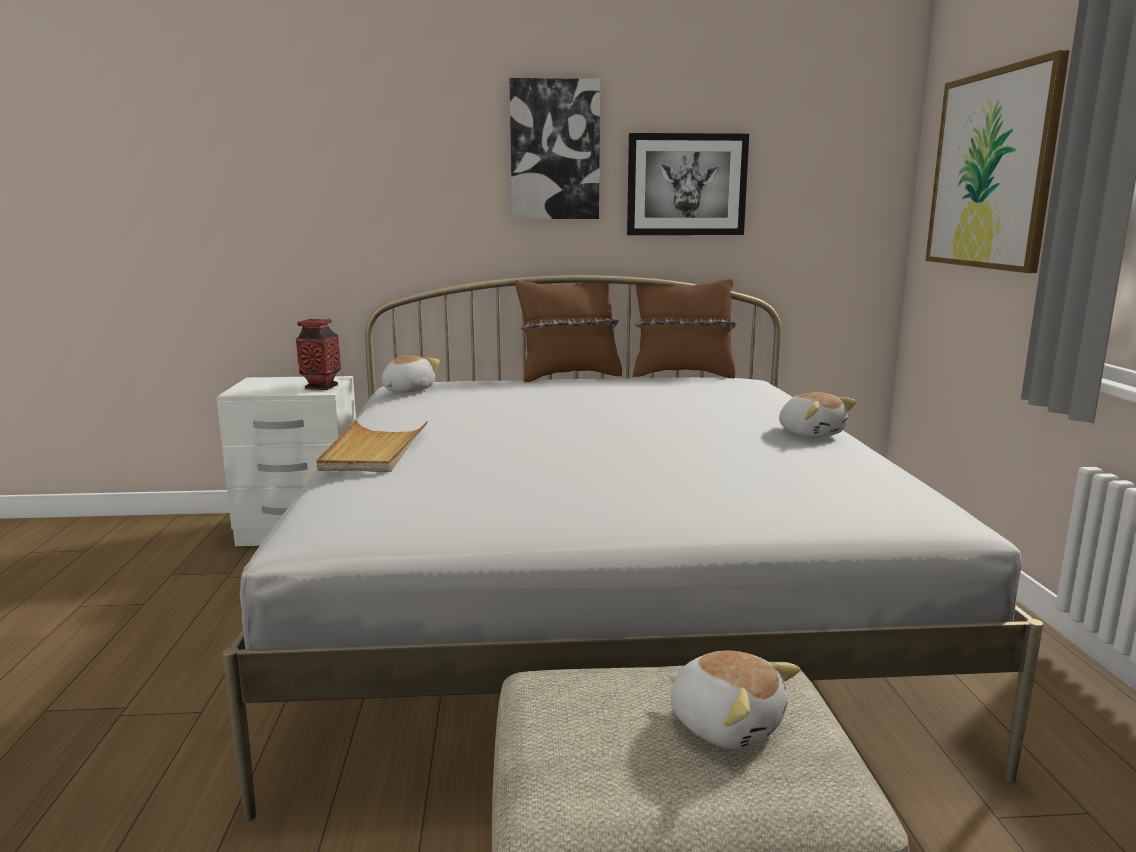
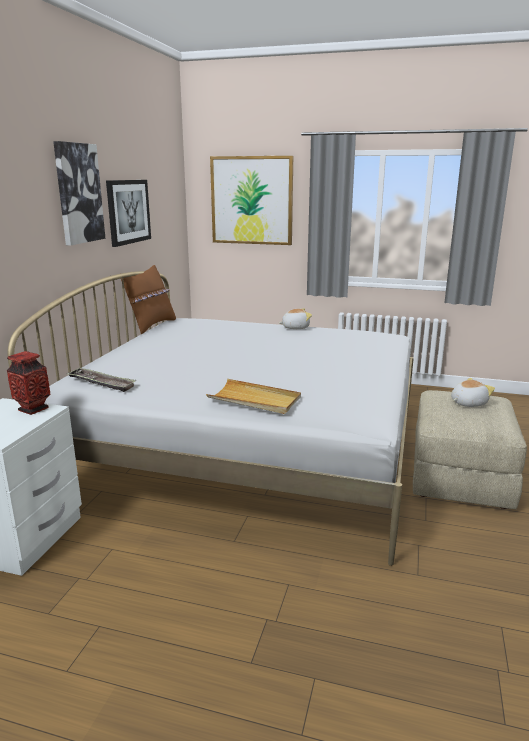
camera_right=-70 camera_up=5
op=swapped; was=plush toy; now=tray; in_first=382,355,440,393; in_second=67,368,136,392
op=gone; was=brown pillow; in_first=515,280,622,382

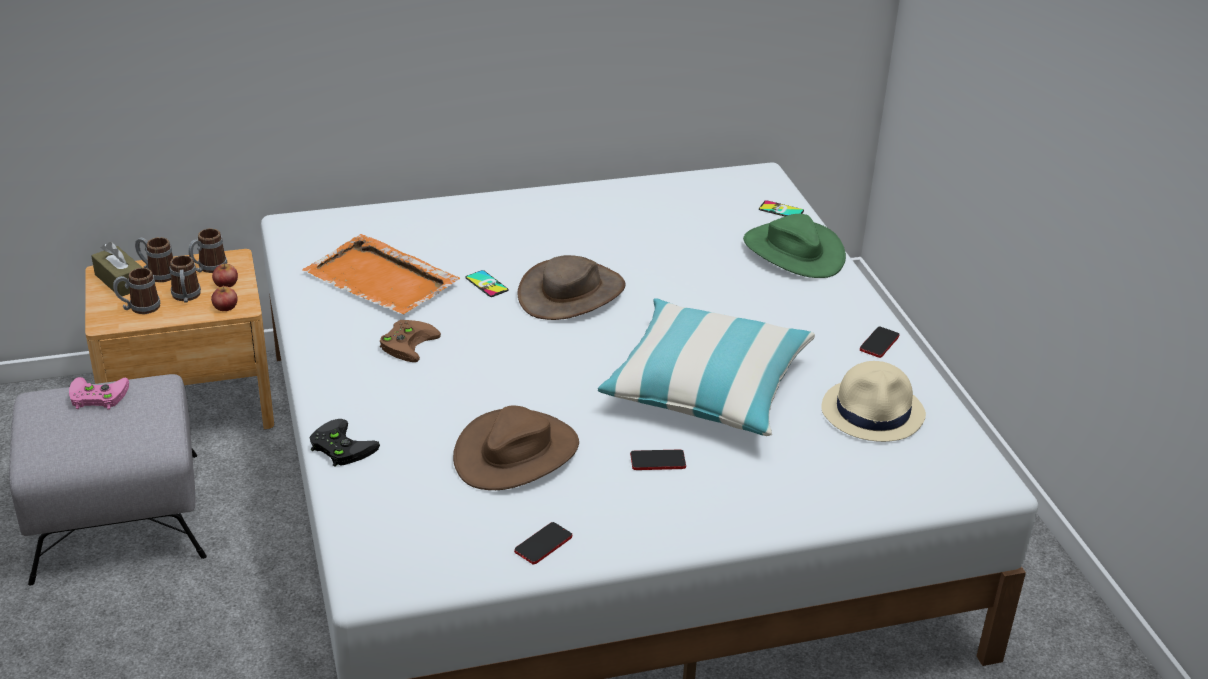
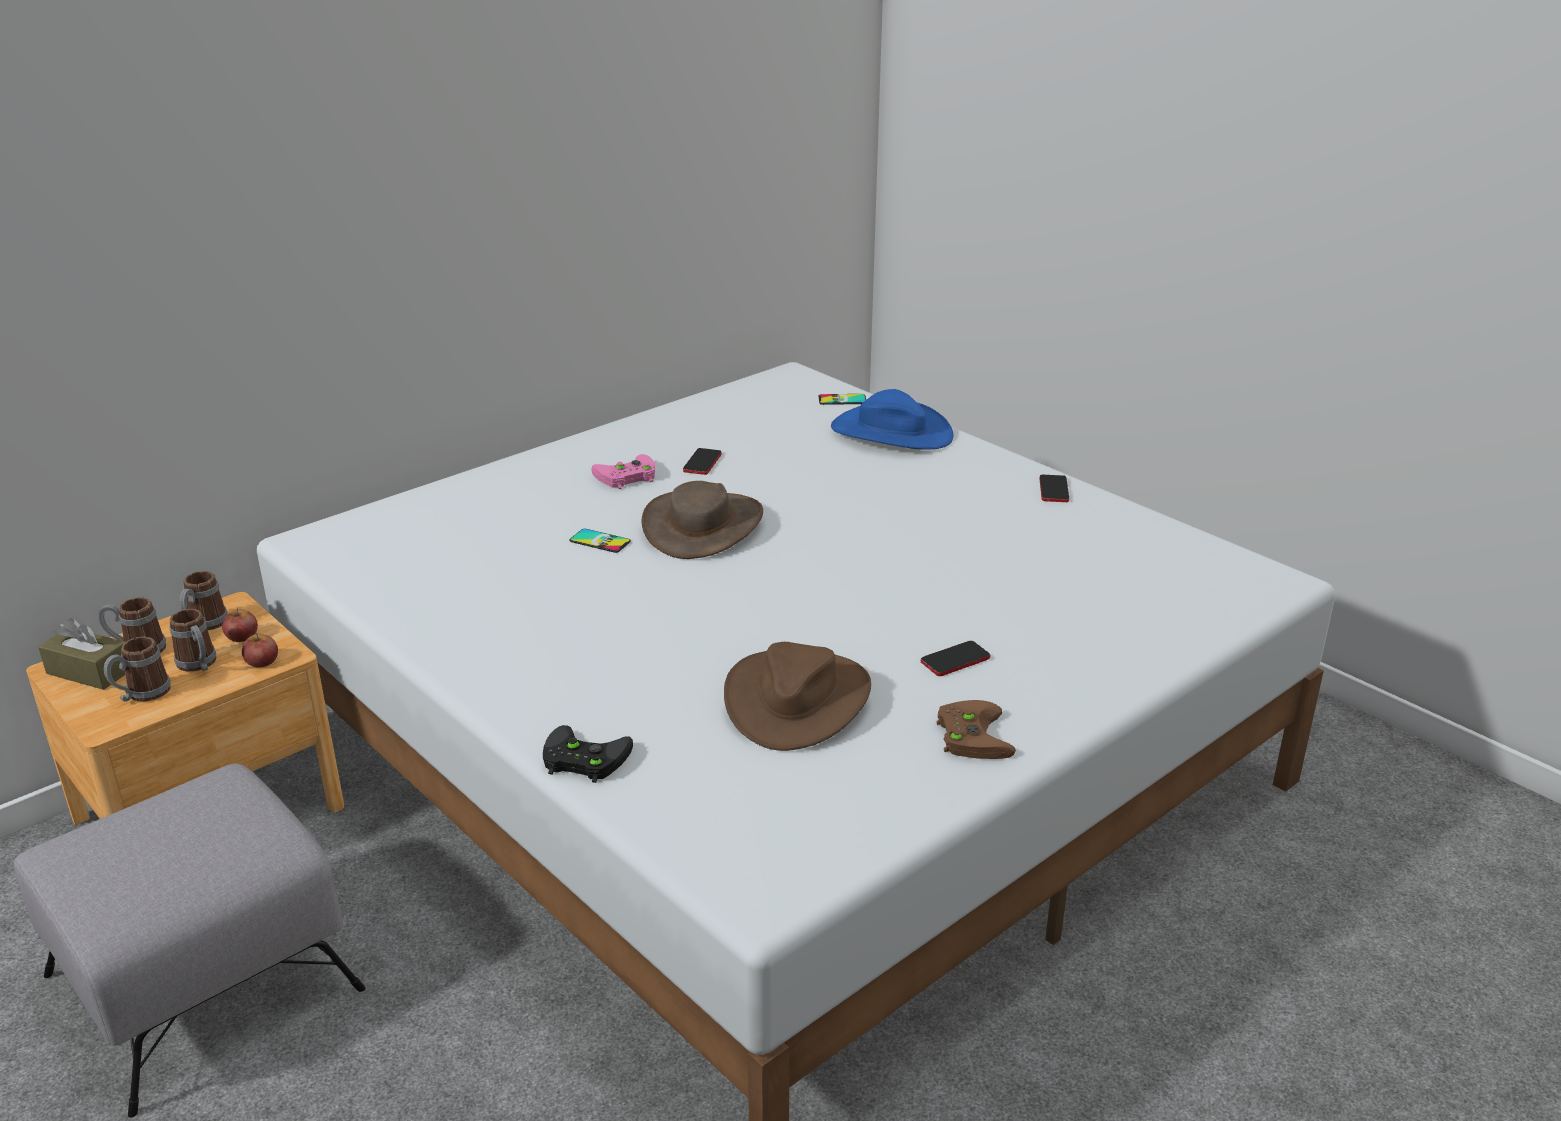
camera_right=-25 camera_up=-5
op=shifted; was=pink game controller; in_first=69,377,129,409; in_second=591,454,655,489
op=gone; was=orange tray; in_first=302,234,460,314
op=shifted; was=brown game controller; in_first=380,320,441,362; in_second=936,700,1016,759
op=shifted; was=phone; in_first=514,522,572,564; in_second=683,448,722,475
op=gone; was=pillow; in_first=598,298,815,436
op=repainted; was=green hat; now=blue hat; in_first=743,214,846,278; in_second=831,389,953,450
op=gone; was=beige hat; in_first=821,361,926,442

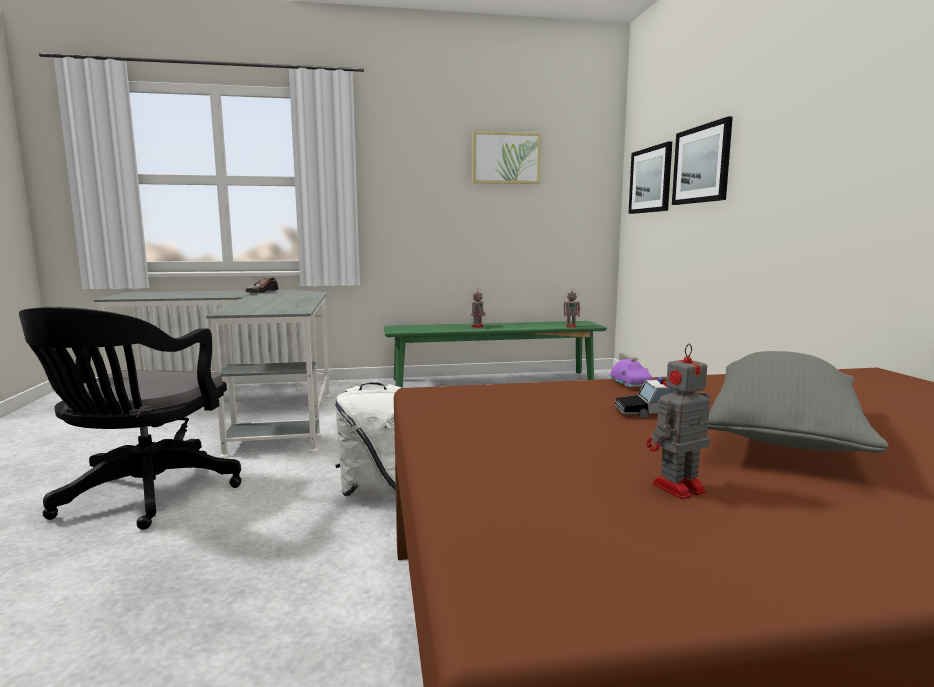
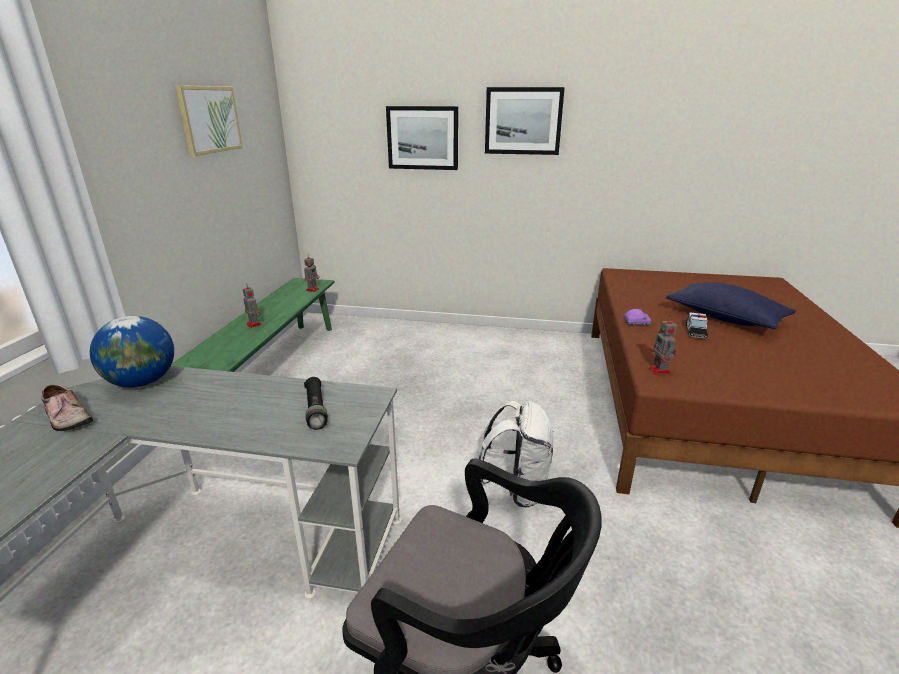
camera_right=-70 camera_up=15
op=shifted; was=picture; in_first=628,141,672,214; in_second=485,87,565,155
op=shifted; was=toy robot; in_first=647,344,710,500; in_second=649,317,677,375
op=repainted; was=grey pillow; now=blue pillow; in_first=708,351,889,453; in_second=666,282,796,329
op=new; now=globe; in_second=90,316,174,388
op=new; now=black flashlight; in_second=304,377,328,430

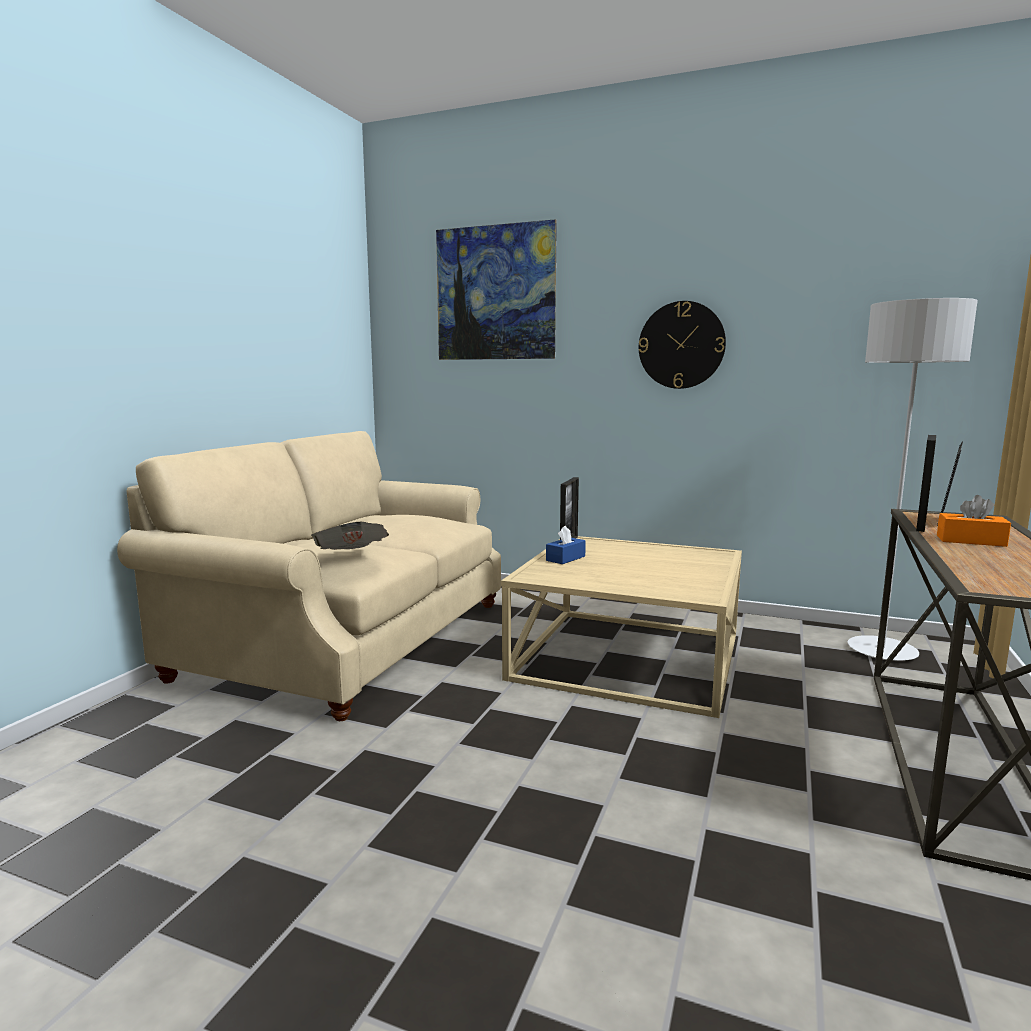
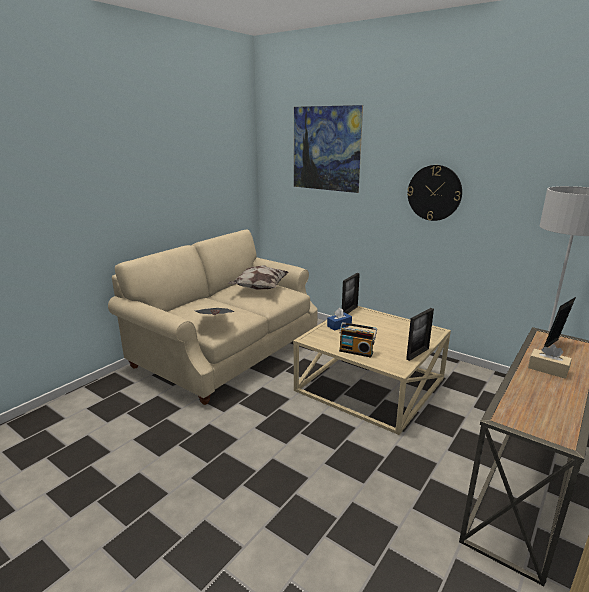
camera_right=15 camera_up=10
op=shifted; was=picture frame; in_first=916,435,936,532; in_second=406,308,434,361
op=repainted; was=orange tissue box; now=beige tissue box; in_first=937,495,1011,547; in_second=528,344,572,379
op=new; now=pillow; in_second=228,265,289,290
op=new; now=radio; in_second=339,322,377,358

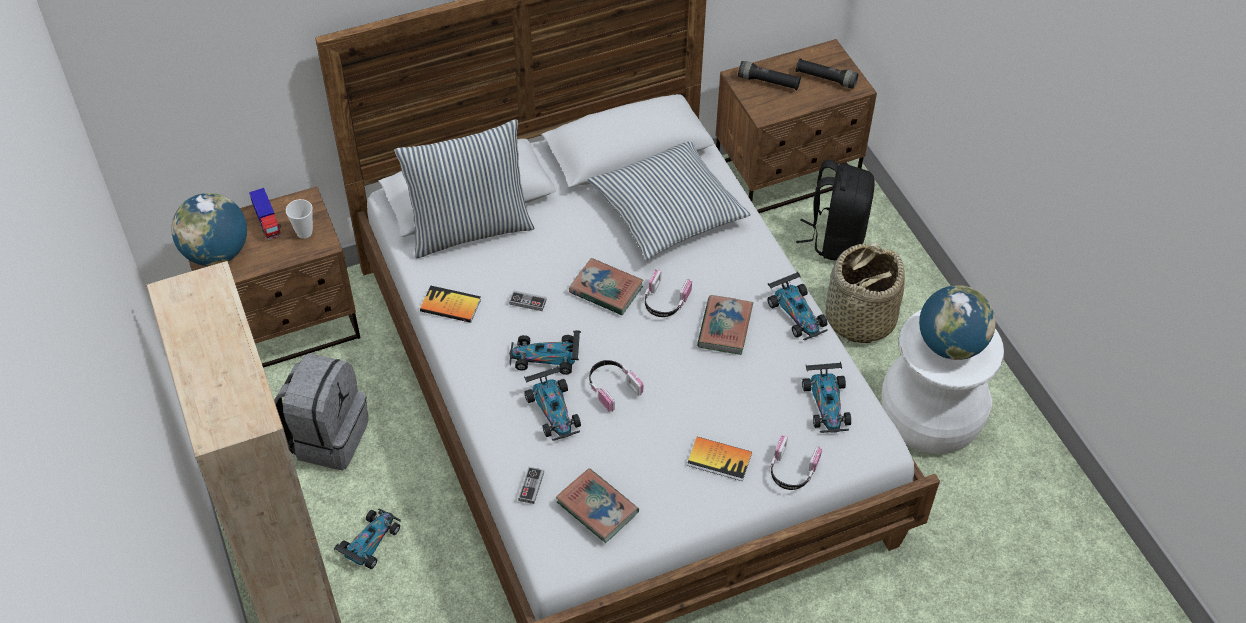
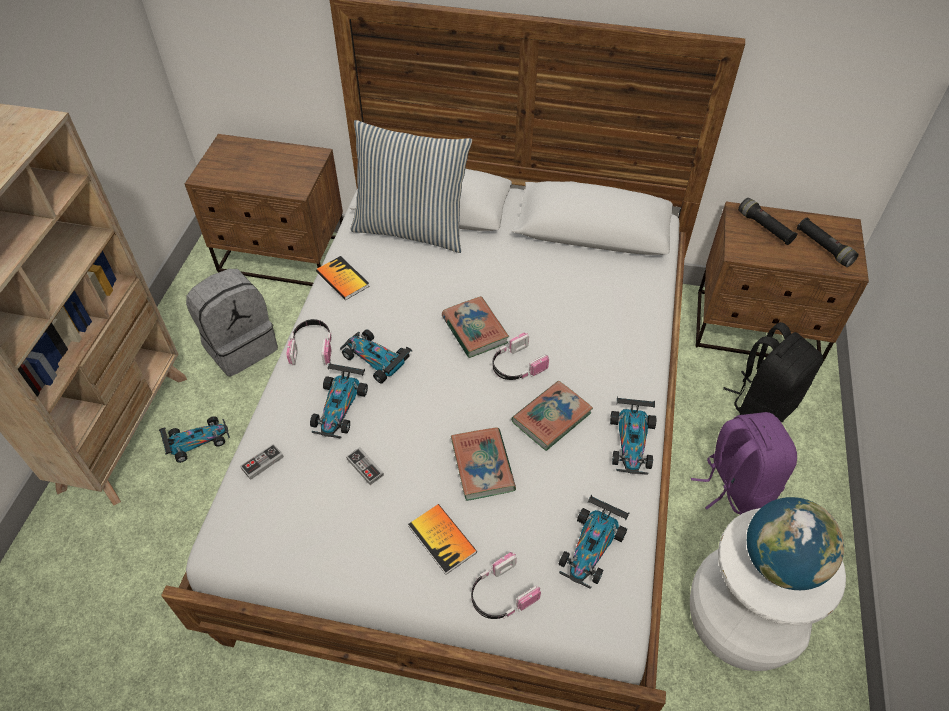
camera_right=35 camera_up=0
op=gone; was=globe; in_first=171,193,247,266
op=gone; was=toy truck; in_first=249,188,281,240
op=gone; was=cup; in_first=286,199,313,239
op=shifted; was=game controller; in_first=509,290,547,311; in_second=346,447,384,485
op=shifted; was=book; in_first=556,468,639,543; in_second=451,427,516,501
op=gone; was=pillow; in_first=587,142,751,260
op=shifted; was=headphones; in_first=589,360,643,412; in_second=286,319,332,365
op=swapped; was=basket; now=purple backpack; in_first=825,243,905,343; in_second=691,412,797,515

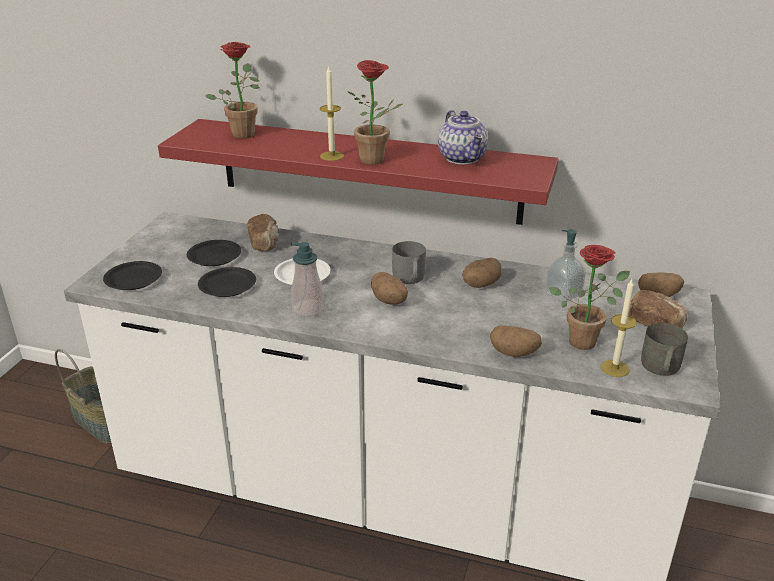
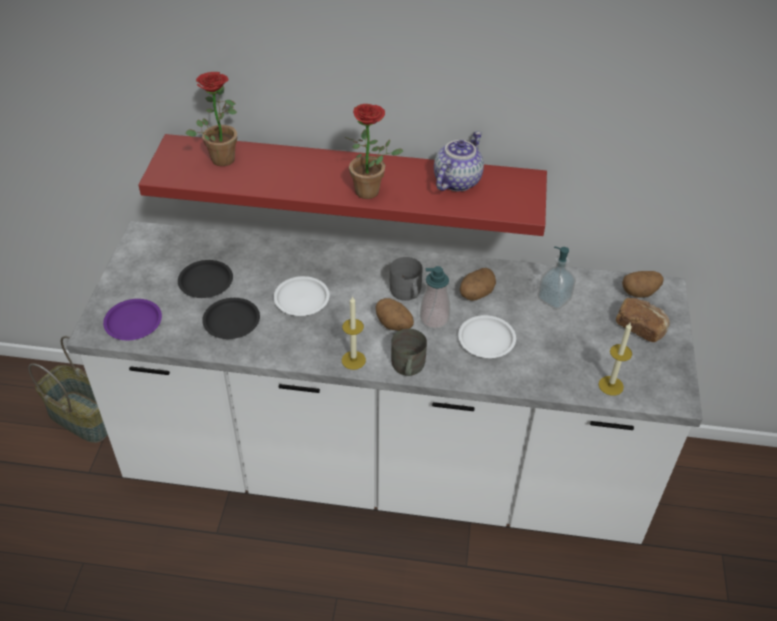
camera_right=-10 camera_up=15
op=repainted; was=black plate; now=purple plate; in_first=103,261,162,290; in_second=103,299,162,340
op=gone; was=bread; in_first=247,214,279,251
op=shifted; was=soap dispenser; in_first=291,242,324,317; in_second=420,266,450,329
op=shifted; was=candle; in_first=320,66,344,161; in_second=342,296,366,370
op=rotated; was=teapot; in_first=438,110,488,165; in_second=434,131,484,191; clockwise=-120
op=gone; was=potato; in_first=490,326,542,357
op=gone; was=potted plant; in_first=549,245,629,350
op=shifted; was=grey mug; in_first=641,323,688,376; in_second=391,329,427,376
op=new; now=white plate; in_second=458,315,516,358

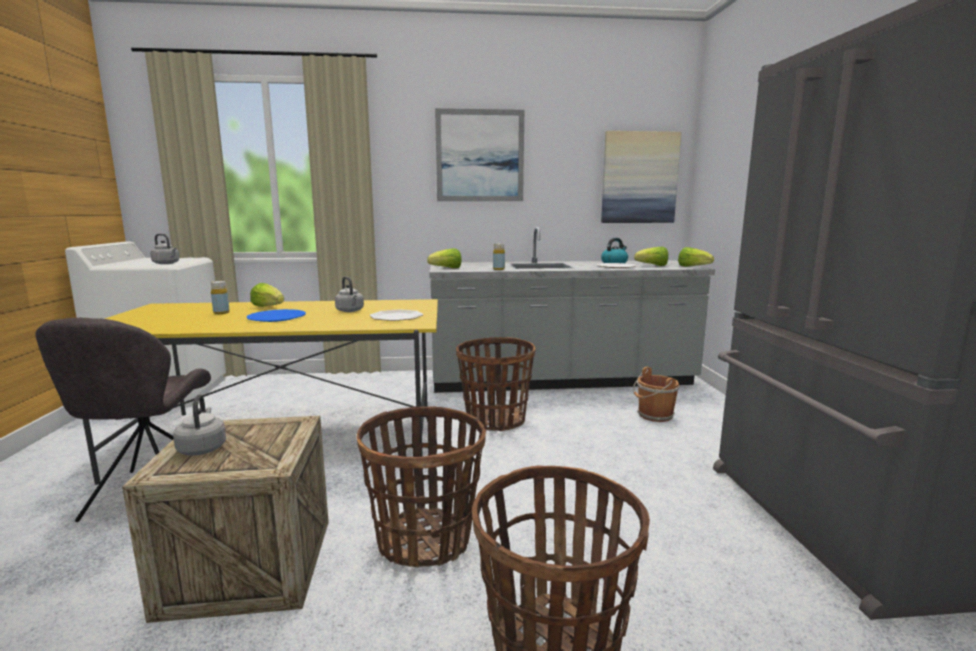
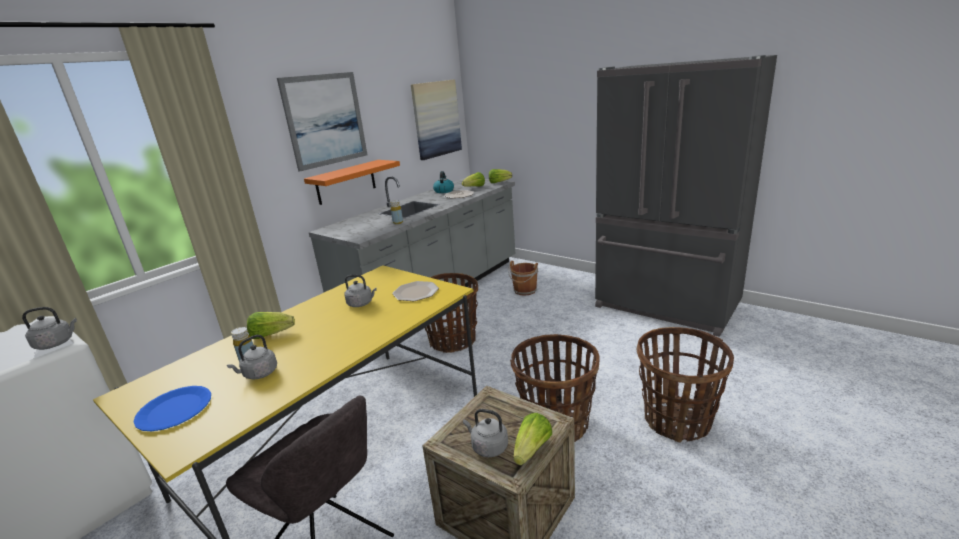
camera_right=-45 camera_up=10
op=shifted; was=blue plate; in_first=246,309,306,322; in_second=133,386,211,431
op=shifted; was=lettuce; in_first=427,248,462,269; in_second=514,413,552,465
op=new; now=grey kettle; in_second=227,335,277,380
op=new; now=orange shelf; in_second=304,160,400,205

